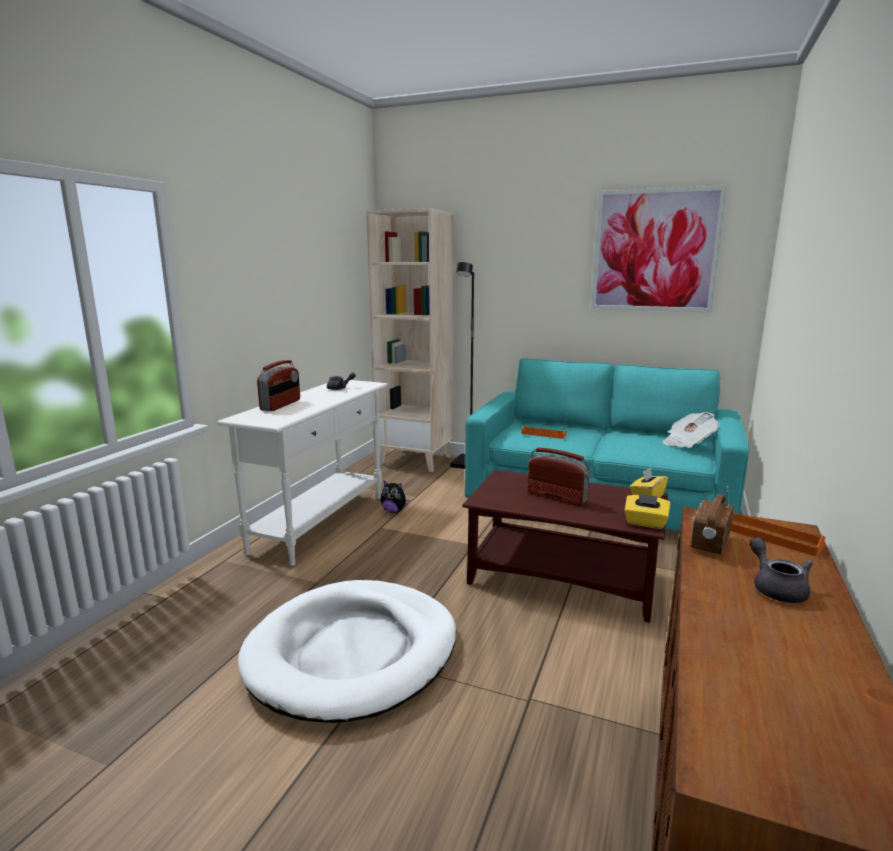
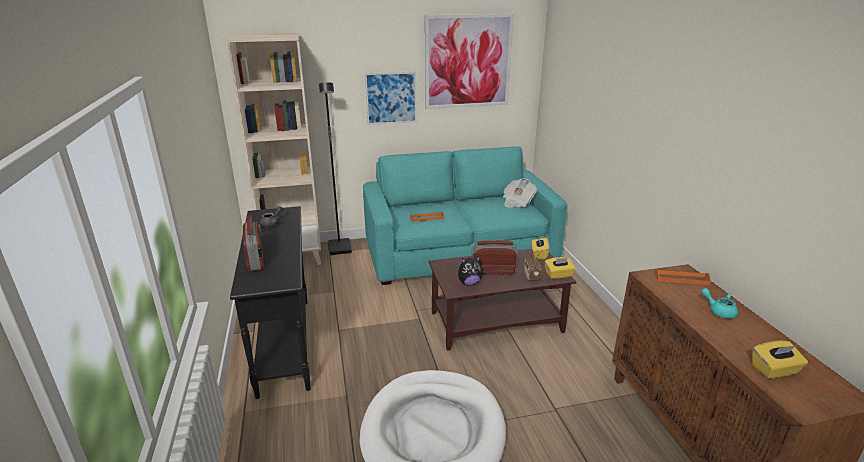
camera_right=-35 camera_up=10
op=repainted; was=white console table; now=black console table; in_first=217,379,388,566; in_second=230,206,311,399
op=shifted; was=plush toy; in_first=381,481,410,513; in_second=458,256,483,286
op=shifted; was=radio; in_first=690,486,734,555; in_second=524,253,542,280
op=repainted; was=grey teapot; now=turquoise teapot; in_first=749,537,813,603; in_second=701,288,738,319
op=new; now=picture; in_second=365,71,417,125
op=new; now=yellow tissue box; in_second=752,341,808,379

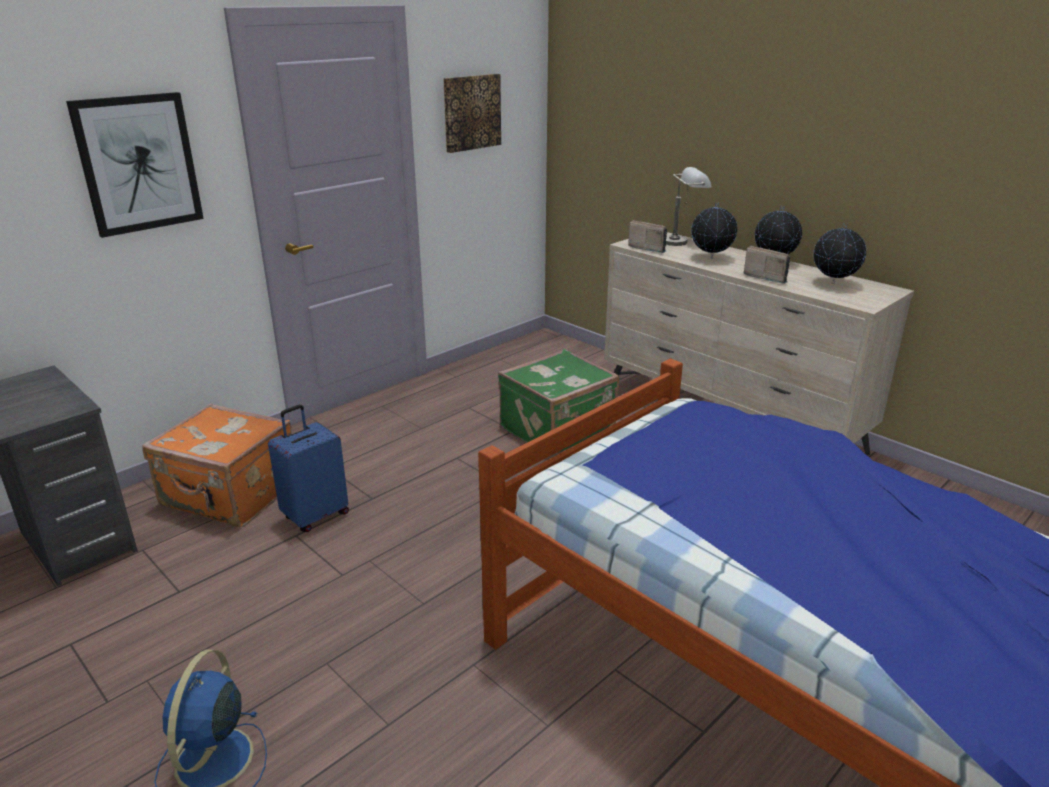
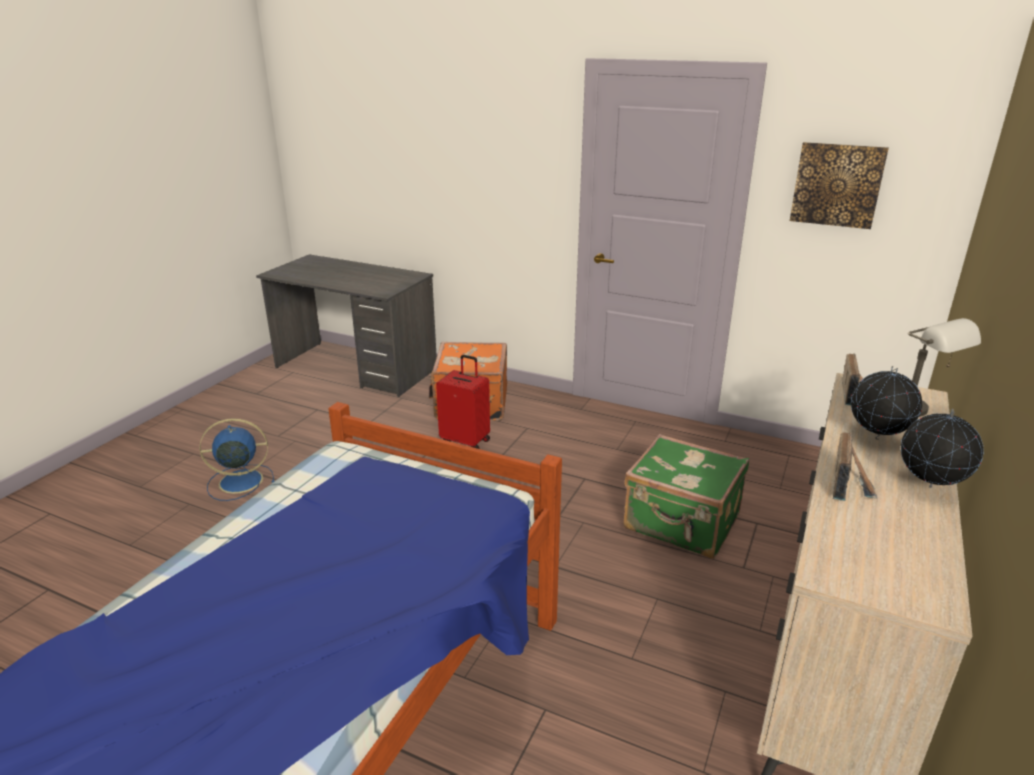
camera_right=70 camera_up=0
op=gone; was=picture; in_first=66,92,204,238
op=repainted; was=blue suitcase; now=red suitcase; in_first=268,405,349,532; in_second=436,355,490,449
op=gone; was=globe; in_first=814,223,866,283

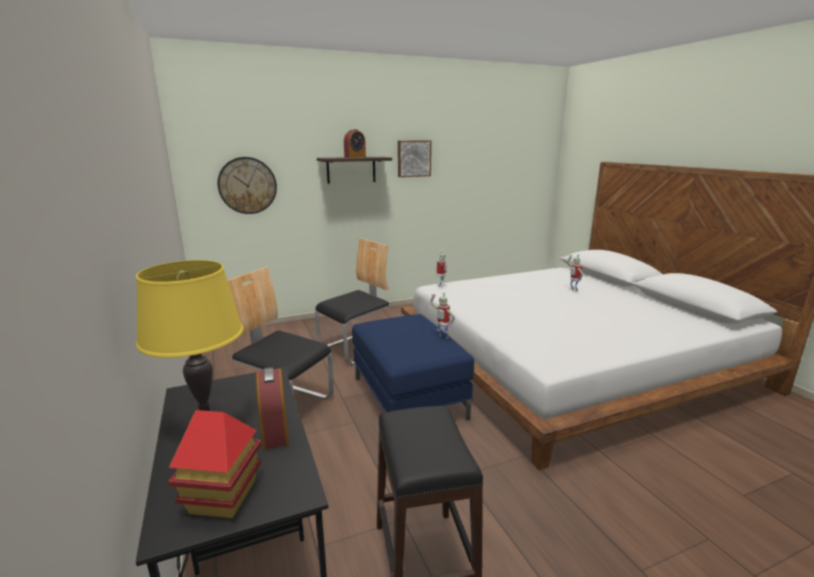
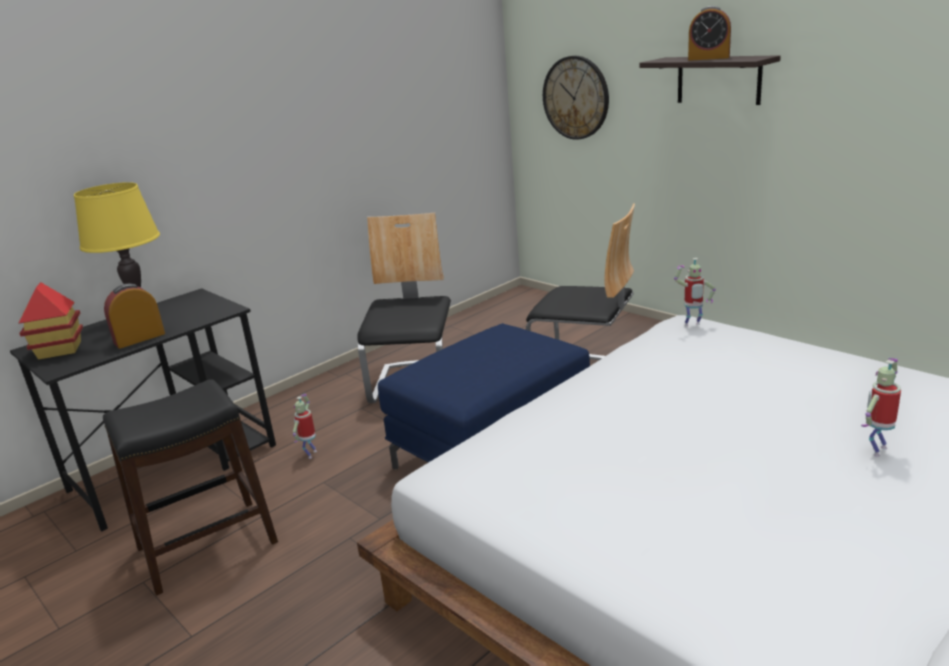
camera_right=70 camera_up=5
op=gone; was=picture; in_first=398,140,432,177
op=shifted; was=toy robot; in_first=430,292,455,339; in_second=293,394,317,459

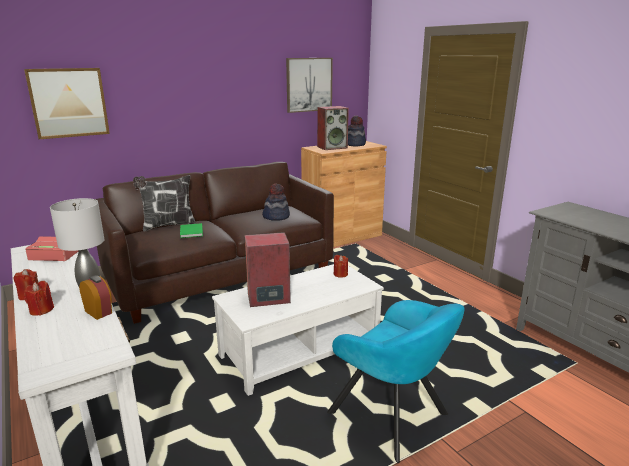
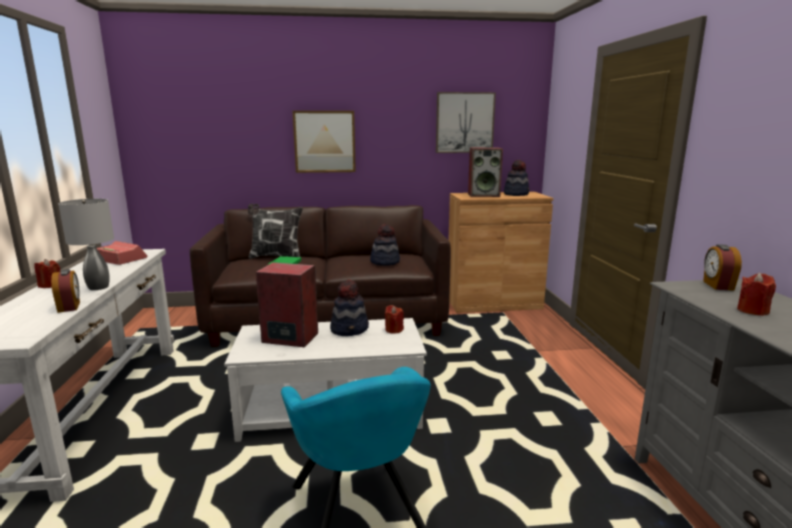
camera_right=25 camera_up=-5
op=shifted; was=picture; in_first=24,68,110,139; in_second=293,111,356,173
op=shifted; was=red candle; in_first=24,281,54,316; in_second=737,273,776,316
op=new; now=hat; in_second=330,279,369,336
op=new; now=alarm clock; in_second=703,244,742,291

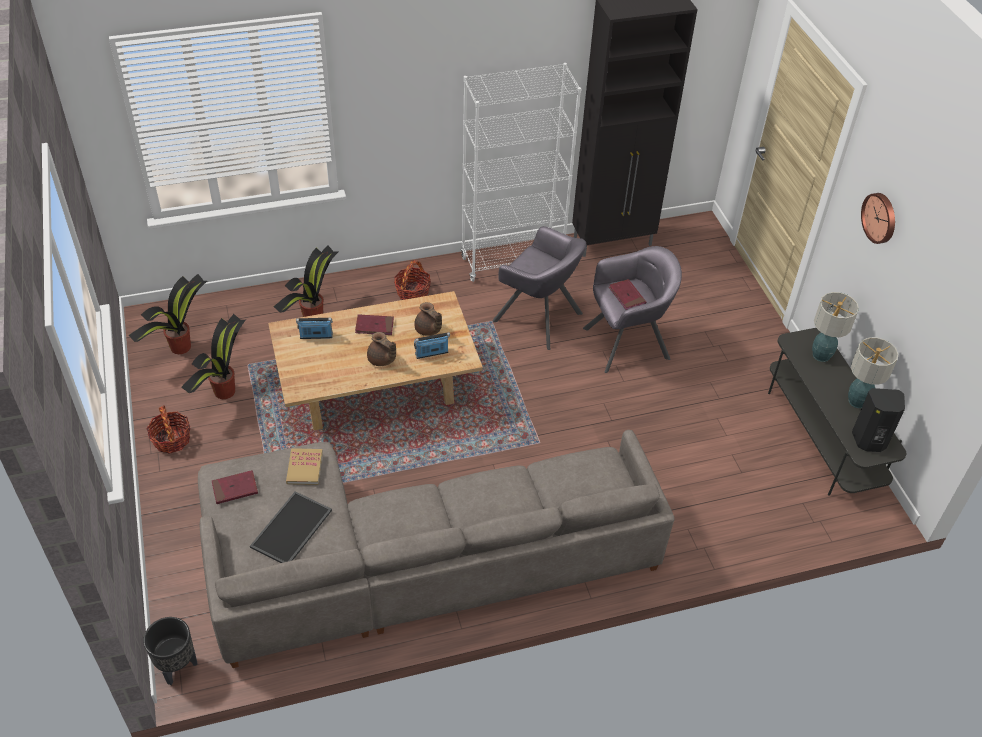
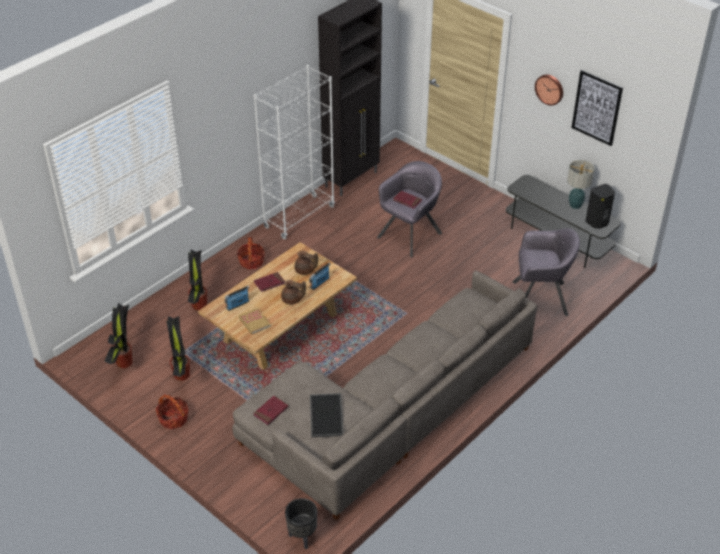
camera_right=-30 camera_up=-5
op=shifted; was=book; in_first=286,448,323,485; in_second=239,308,271,334
op=shifted; was=grey armchair; in_first=492,226,586,350; in_second=512,228,580,316
op=gone; was=table lamp; in_first=812,292,859,362
op=new; now=picture; in_second=572,70,623,146

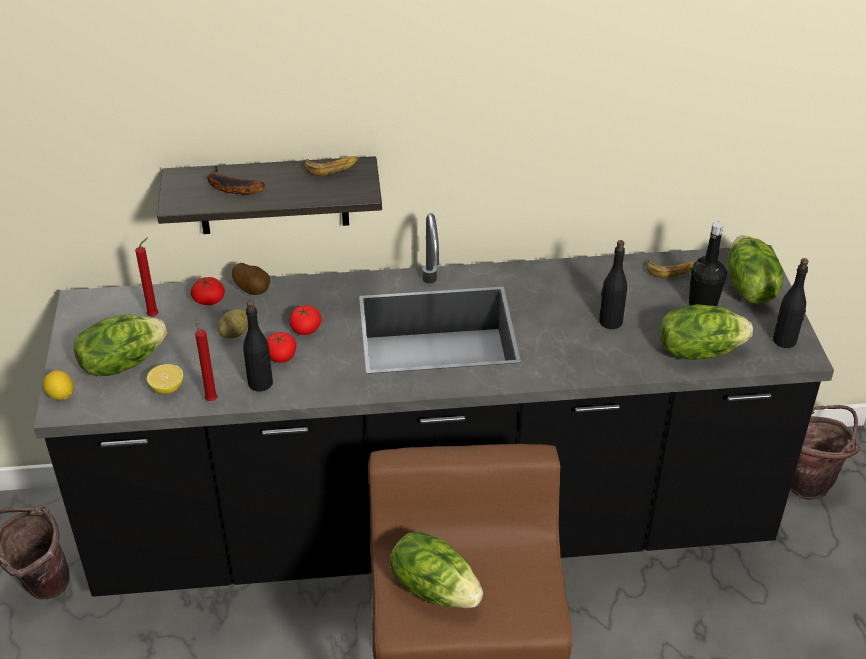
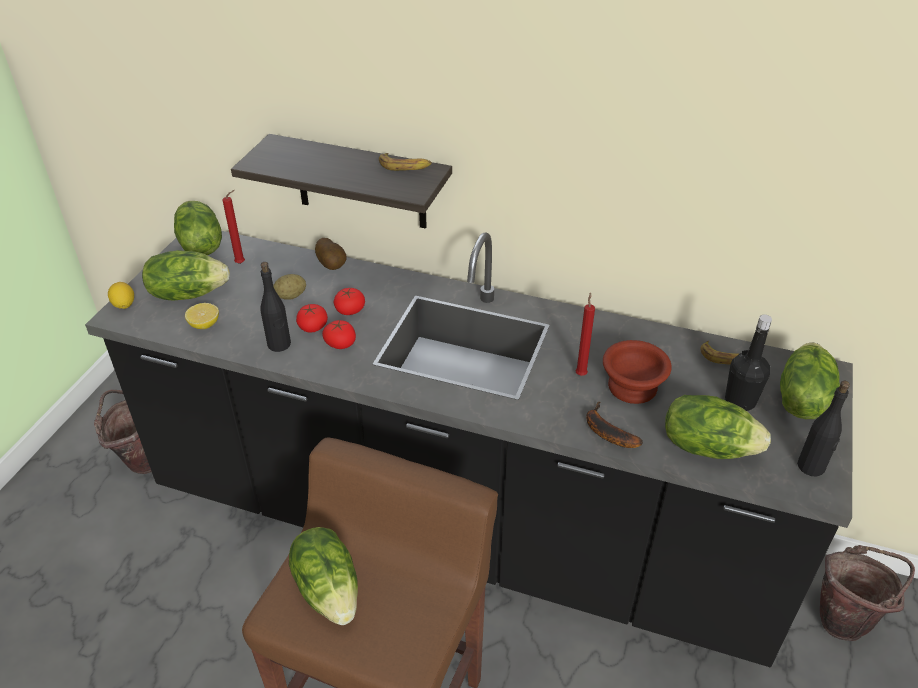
camera_right=25 camera_up=0
op=shifted; was=tomato; in_first=191,277,225,305; in_second=322,320,356,349
op=shifted; was=red candle; in_first=195,318,218,401; in_second=576,292,595,376
op=shifted; was=banana; in_first=207,166,265,194; in_second=586,402,643,448
op=swapped; was=black bottle; now=brown bowl; in_first=599,240,627,329; in_second=603,340,672,404
op=new; now=lettuce; in_second=174,201,222,255

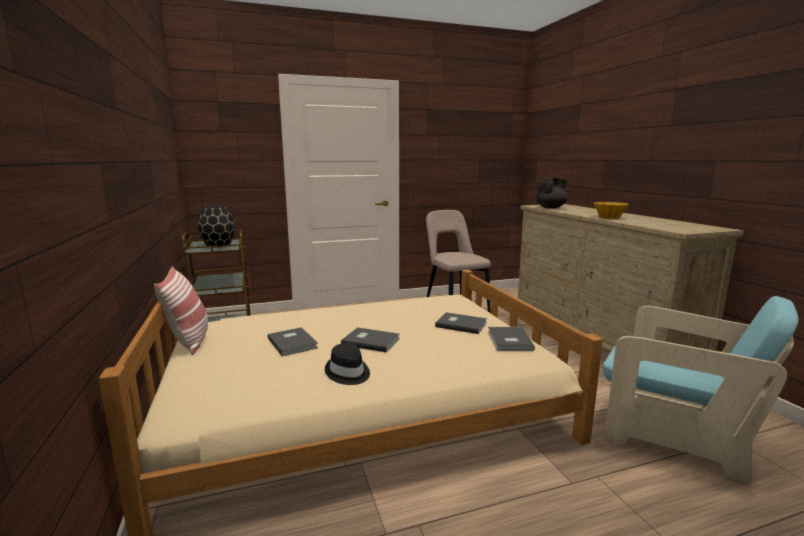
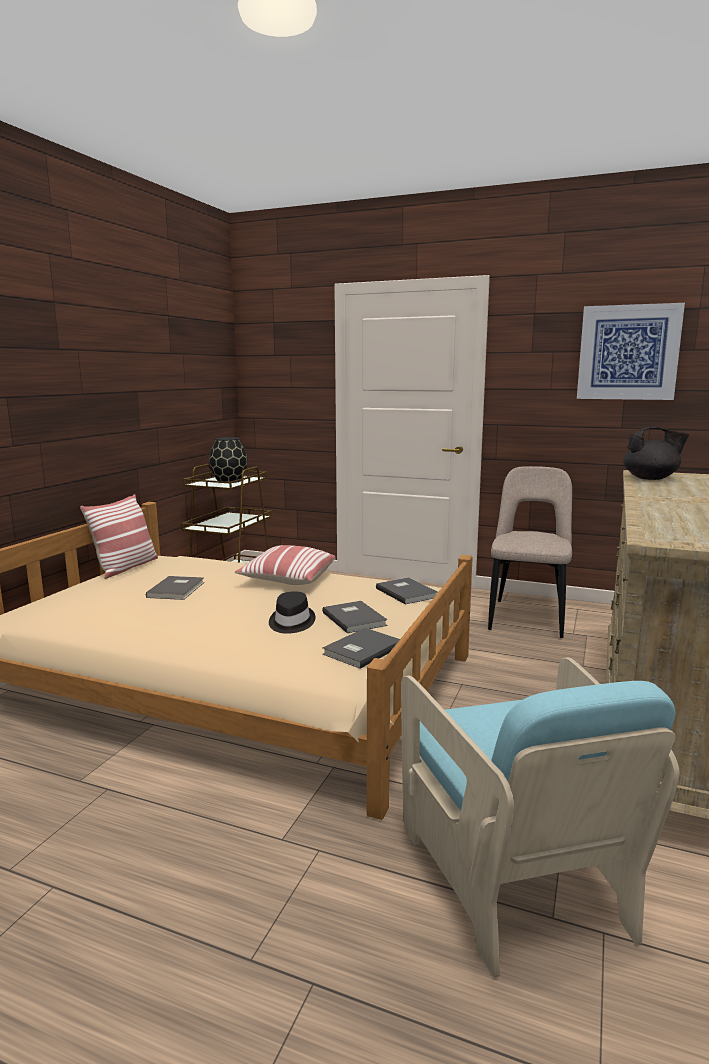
camera_right=40 camera_up=0
op=shifted; was=black hat; in_first=325,343,370,385; in_second=269,591,315,634
op=shifted; was=grey book; in_first=341,328,400,352; in_second=376,578,438,604
op=gone; was=bowl; in_first=594,202,629,219
op=new; now=pillow; in_second=235,545,336,585
op=new; now=picture; in_second=577,303,685,400

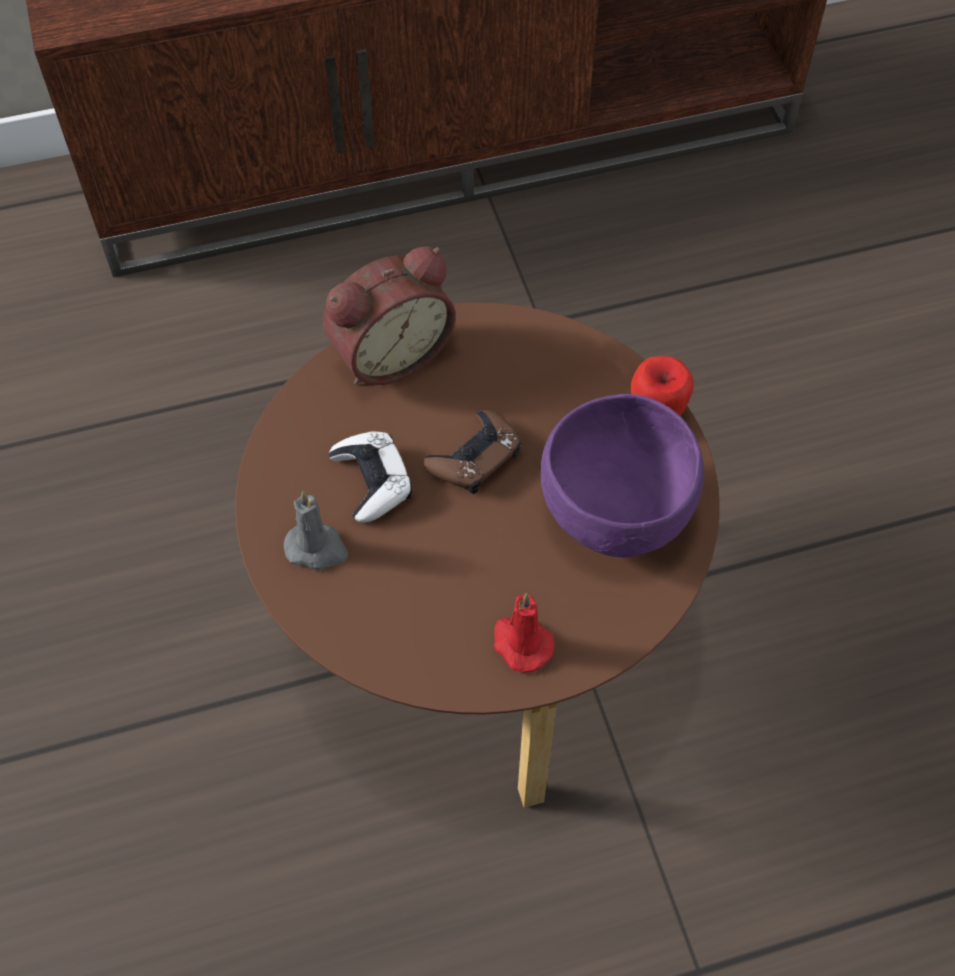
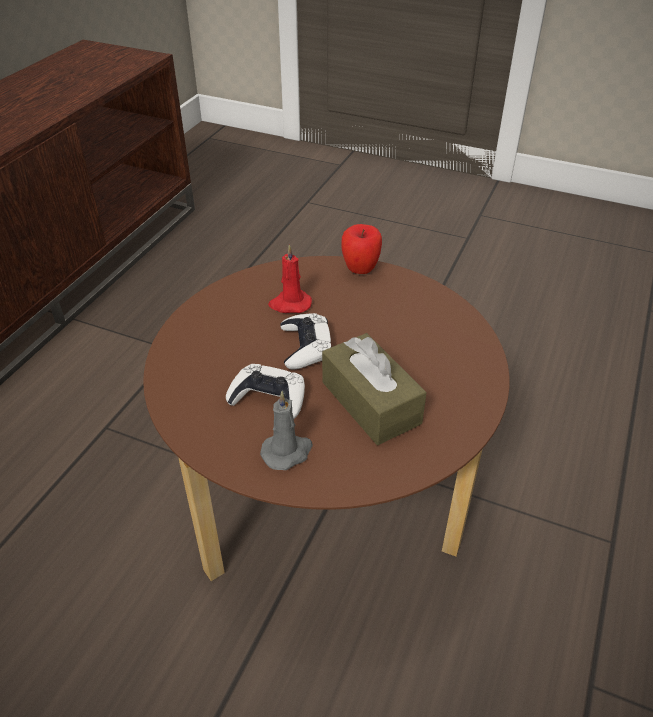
camera_right=-50 camera_up=-15
op=gone; was=alarm clock; in_first=323,247,456,385
op=repainted; was=brown game controller; now=white game controller; in_first=424,410,521,494; in_second=280,313,331,370
op=shifted; was=red candle; in_first=494,593,555,673; in_second=268,245,312,313
op=gone; was=purple bowl; in_first=540,394,704,558
op=new; now=brown tissue box; in_second=322,333,427,445

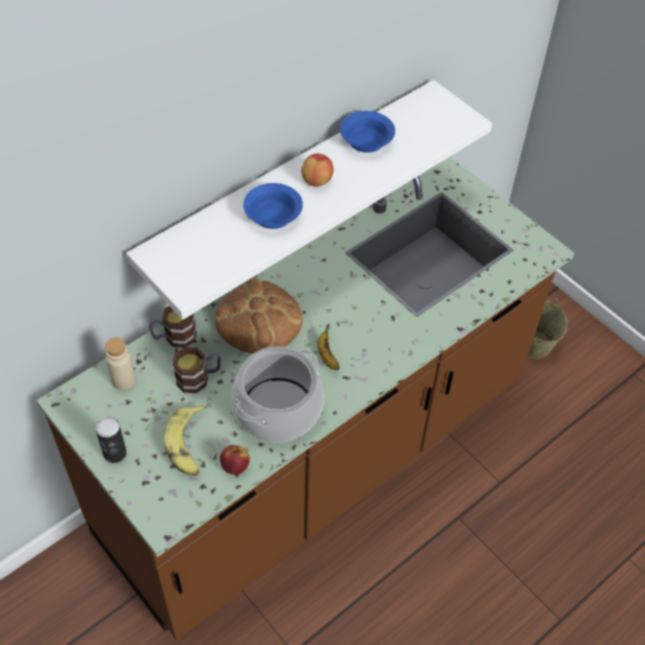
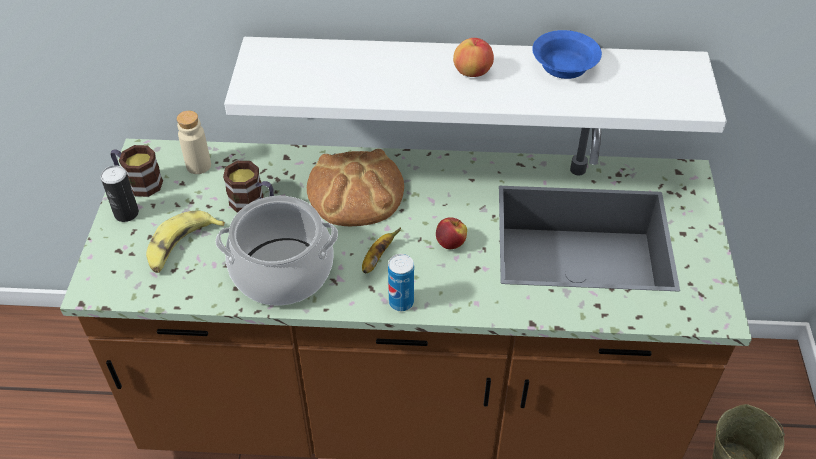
camera_right=45 camera_up=-5
op=shifted; was=mug; in_first=149,306,197,348; in_second=111,145,163,197
op=shifted; was=apple; in_first=220,445,250,475; in_second=436,217,467,249
op=gone; was=blue bowl; in_first=243,183,303,229
op=new; now=can; in_second=388,254,414,311

